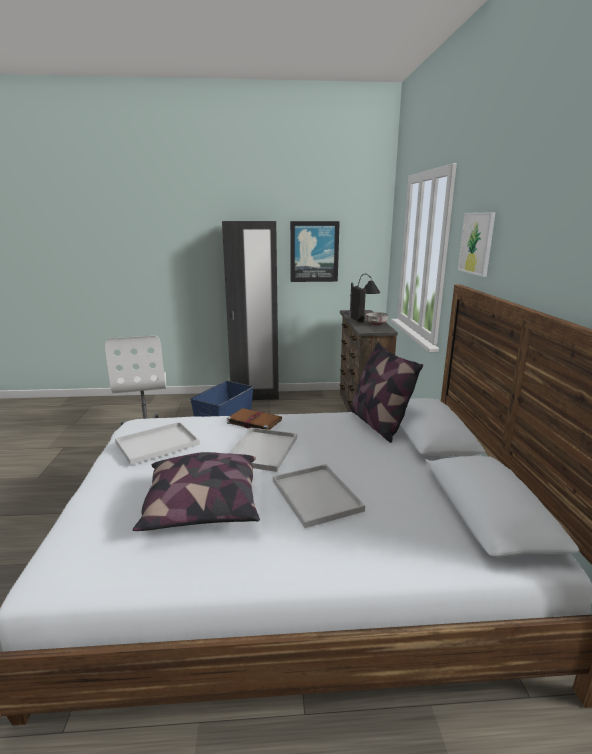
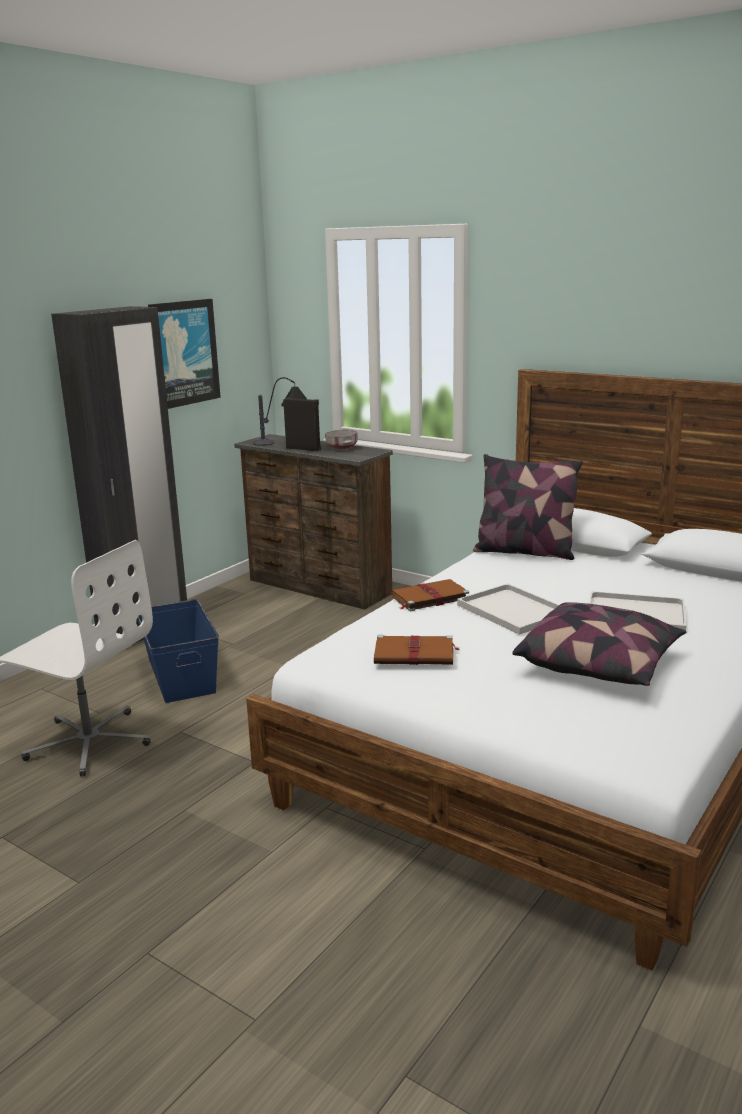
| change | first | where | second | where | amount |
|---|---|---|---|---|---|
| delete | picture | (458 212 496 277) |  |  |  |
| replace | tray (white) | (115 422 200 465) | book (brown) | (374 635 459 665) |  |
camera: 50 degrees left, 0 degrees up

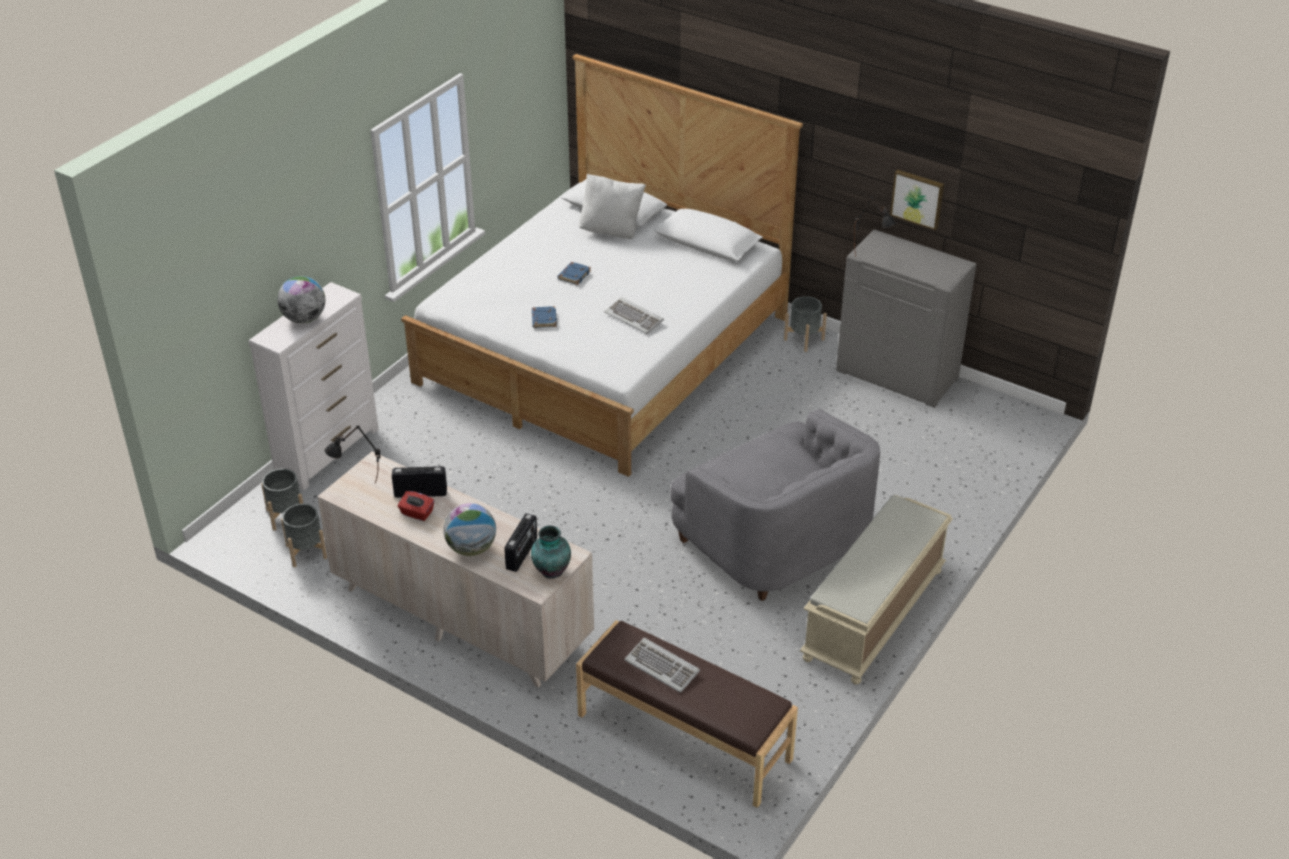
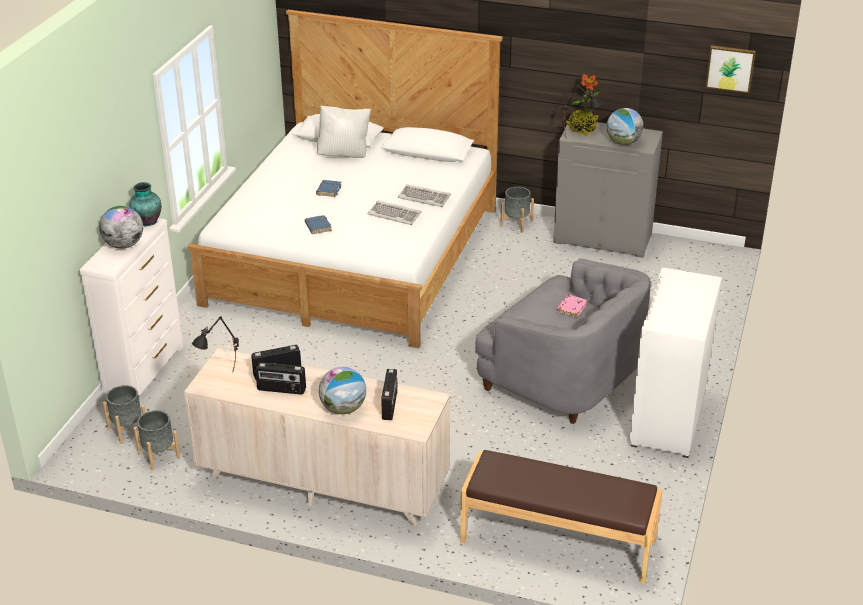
| change | first | where | second | where | amount |
|---|---|---|---|---|---|
| move | picture | (890 170 944 230) |  | (705 45 756 93) |  |
| replace | tissue box (red) | (398 491 434 521) | radio | (255 362 306 395) |  |
| replace | bench (beige) | (800 495 953 685) | cabinet (white) | (629 268 722 458) |  |
| move | vase | (531 525 571 579) |  | (129 182 161 226) |  |
| move | keyboard | (624 638 700 693) |  | (398 184 451 207) |  |
| insert |  |  | potted plant | (566 74 600 135) |  |
| insert |  |  | globe | (606 108 644 145) |  |
| insert |  |  | book (pink) | (556 295 588 317) |  |
camera: 15 degrees left, 5 degrees down

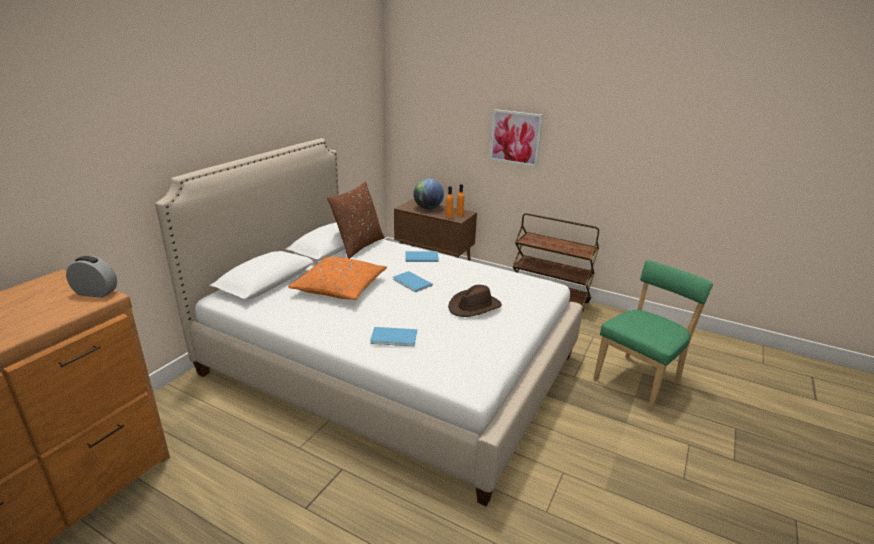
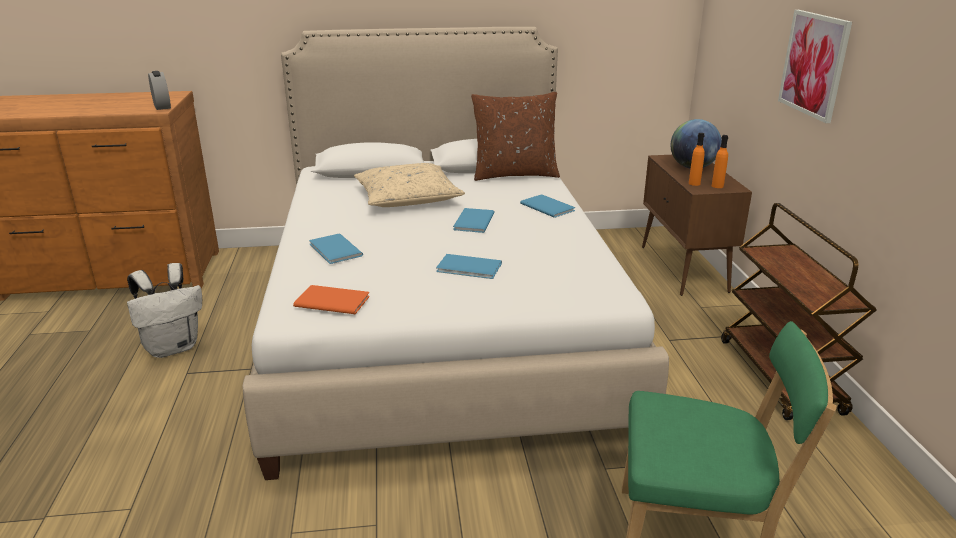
| change | first | where | second | where | amount |
|---|---|---|---|---|---|
| recolor | pillow (orange) | (288 256 387 300) | pillow (beige) | (354 163 465 207) |  |
| replace | hat (brown) | (448 285 502 317) | book (blue) | (436 254 502 279) |  |
| insert |  |  | backpack (white) | (127 263 202 358) |  |
| insert |  |  | book (orange) | (293 285 370 314) |  |
camera: 55 degrees right, 0 degrees up

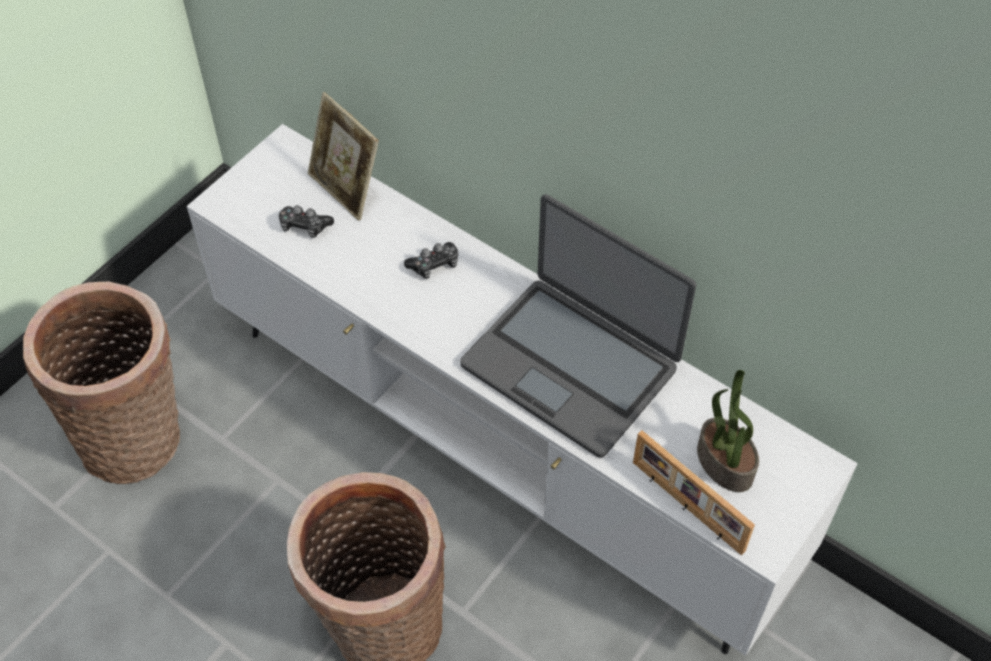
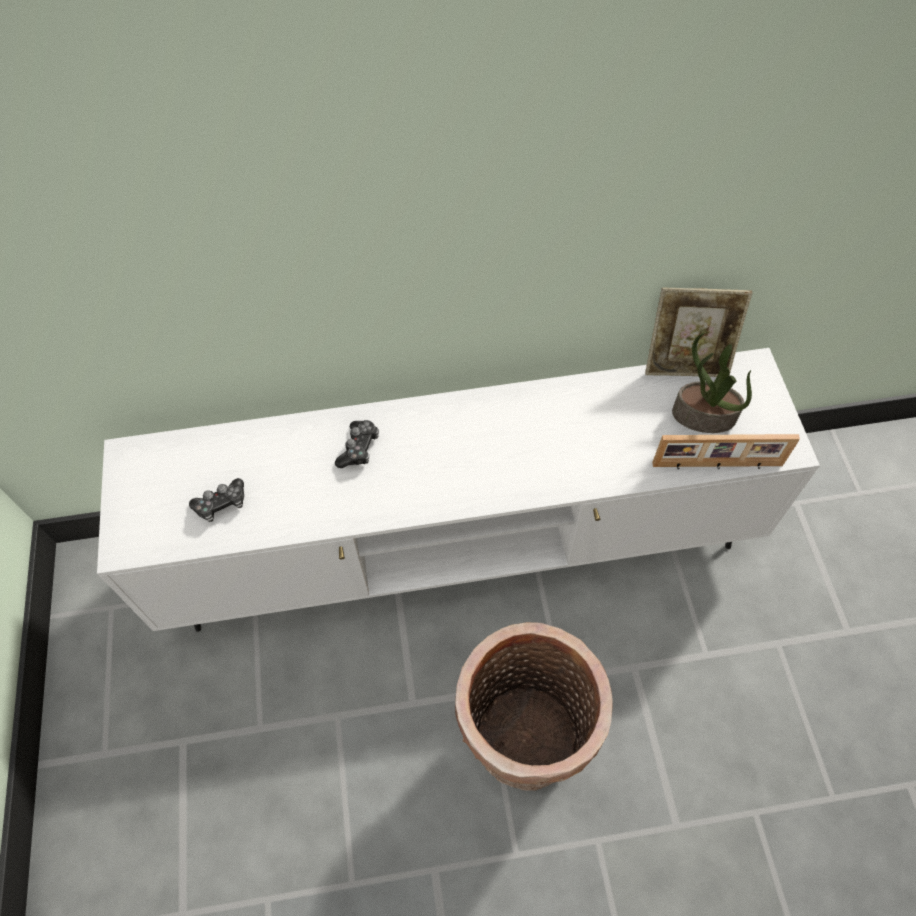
| change | first | where | second | where | amount |
|---|---|---|---|---|---|
| move | picture frame | (308 92 379 221) |  | (645 288 753 377) |  |
| delete | laptop | (460 194 696 458) |  |  |  |
| delete | basket | (23 282 180 484) |  |  |  |
camera: 45 degrees left, 5 degrees up

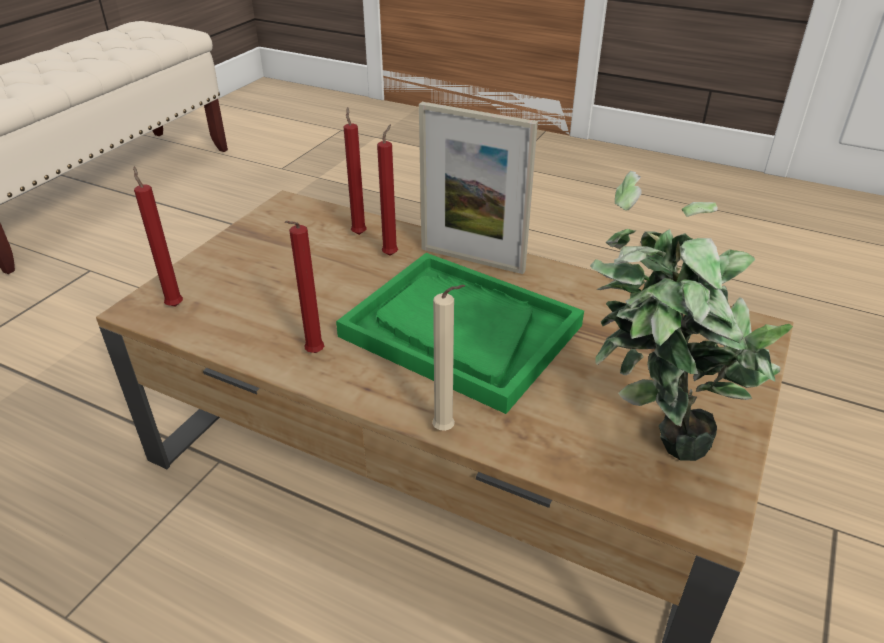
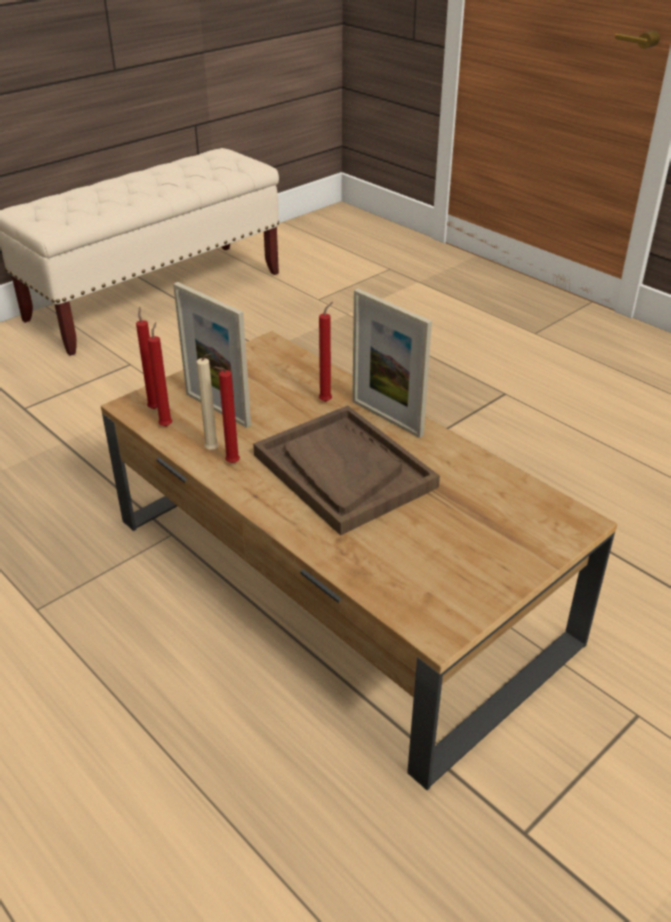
| change | first | where | second | where | amount |
|---|---|---|---|---|---|
| move | candle (red) | (344 107 367 235) |  | (148 322 172 427) |  |
| delete | potted plant | (590 171 793 461) |  |  |  |
| recolor | tray (green) | (336 253 584 414) | tray (brown) | (253 405 440 536) |  |
| move | candle (beige) | (432 285 465 431) |  | (197 354 219 450) |  |
| insert |  |  | picture frame | (173 282 251 428) |  |
camera: 20 degrees right, 0 degrees up

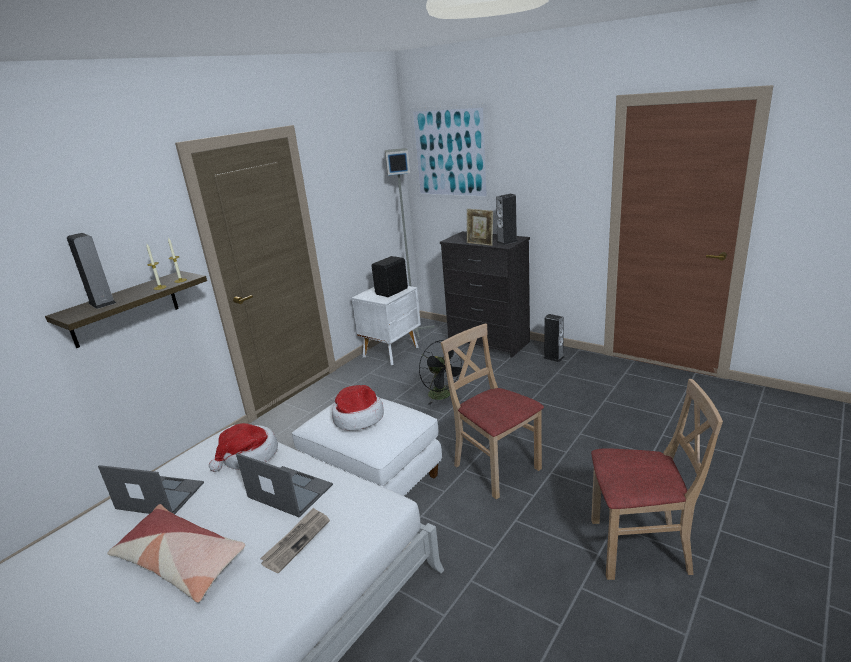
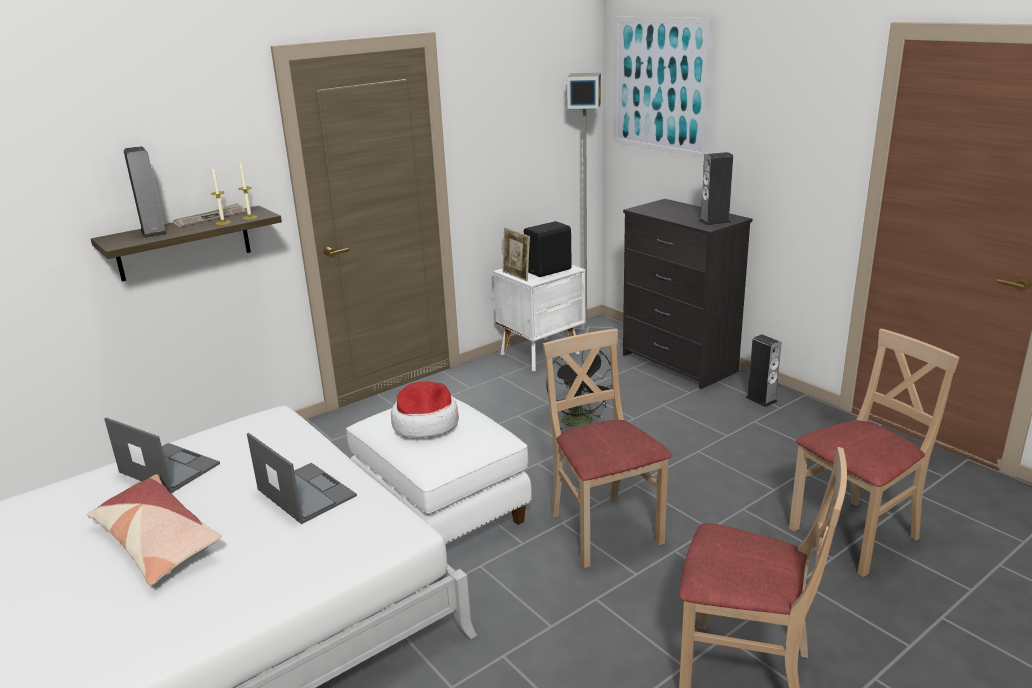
| change | first | where | second | where | amount |
|---|---|---|---|---|---|
| move | picture frame | (467 209 493 246) |  | (502 228 530 281) |  |
| delete | hat | (209 423 278 472) |  |  |  |
| move | newspaper | (260 507 330 573) |  | (173 203 246 227) |  |
| insert |  |  | chair (beige) | (789 329 960 577) |  |
camera: 15 degrees right, 0 degrees up

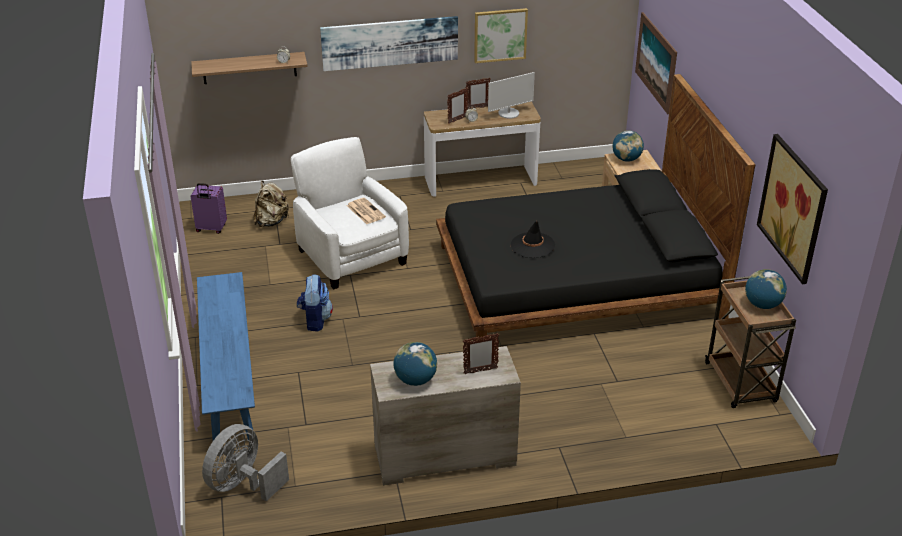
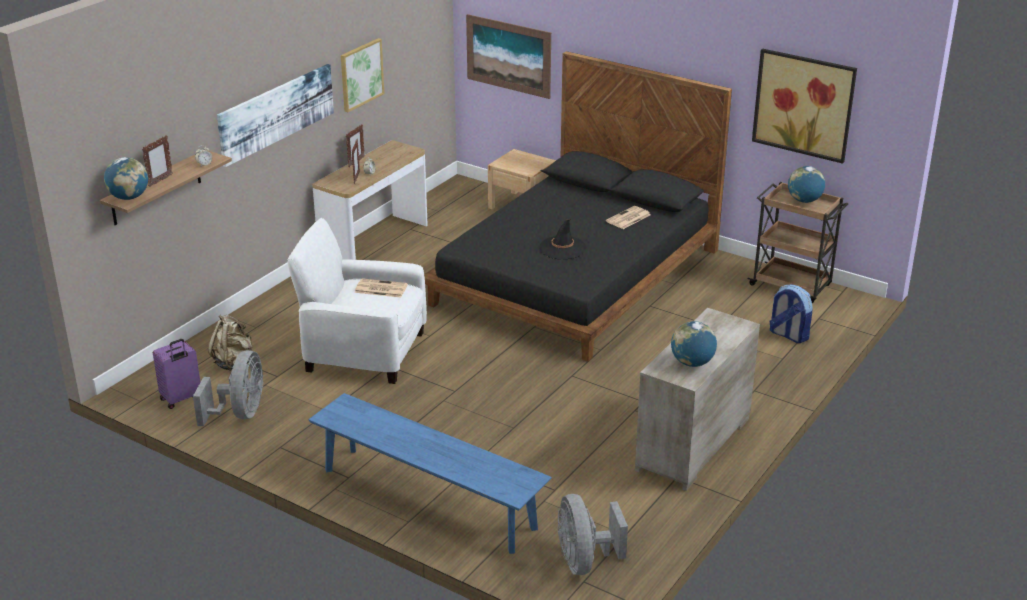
| change | first | where | second | where | amount |
|---|---|---|---|---|---|
| delete | monitor | (488 72 535 119) |  |  |  |
| move | globe | (612 130 644 162) |  | (104 157 148 200) |  |
| move | backpack | (297 275 333 332) |  | (770 284 812 343) |  |
| move | picture frame | (463 333 499 374) |  | (142 135 173 187) |  |
| insert |  |  | newspaper | (606 206 651 229) |  |
| insert |  |  | fan (grey) | (193 350 264 426) |  |
camera: 45 degrees left, 5 degrees down

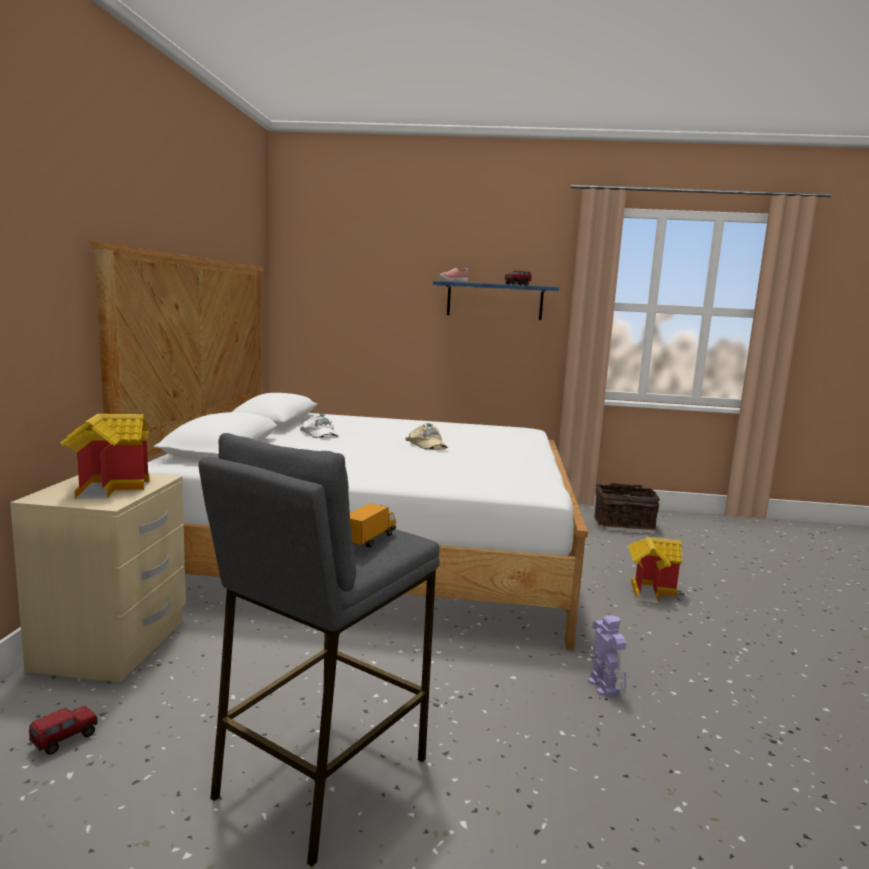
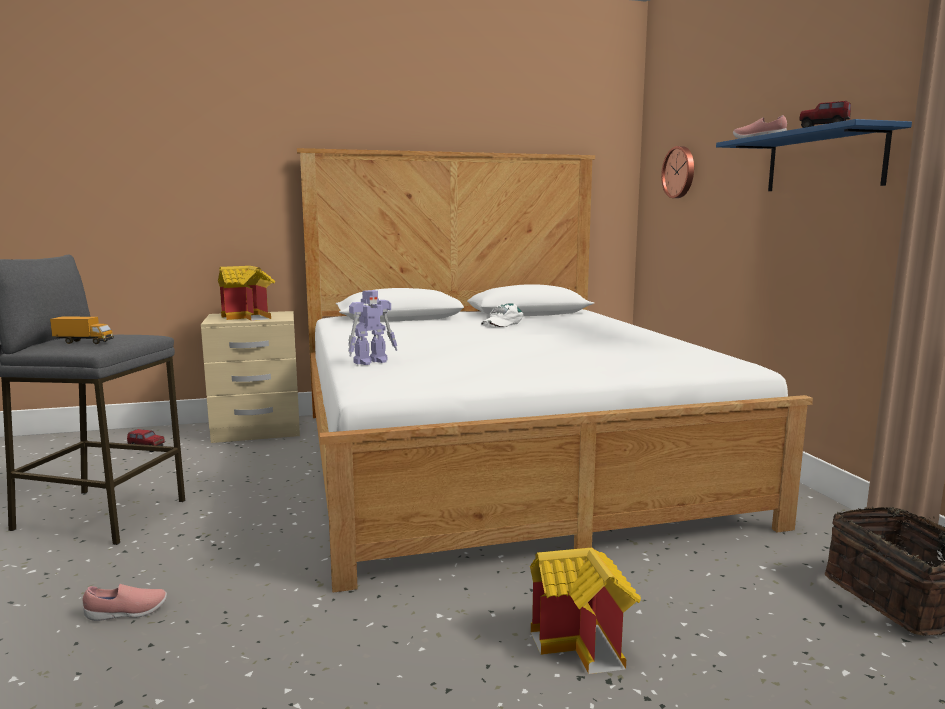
| change | first | where | second | where | amount |
|---|---|---|---|---|---|
| delete | cap (beige) | (405 423 448 450) |  |  |  |
| move | toy robot | (588 615 627 697) |  | (348 290 397 365) |  |
| insert |  |  | wall clock | (661 146 694 198) |  |
| insert |  |  | shoe (pink) | (83 584 167 621) |  |
camera: 70 degrees right, 0 degrees up

